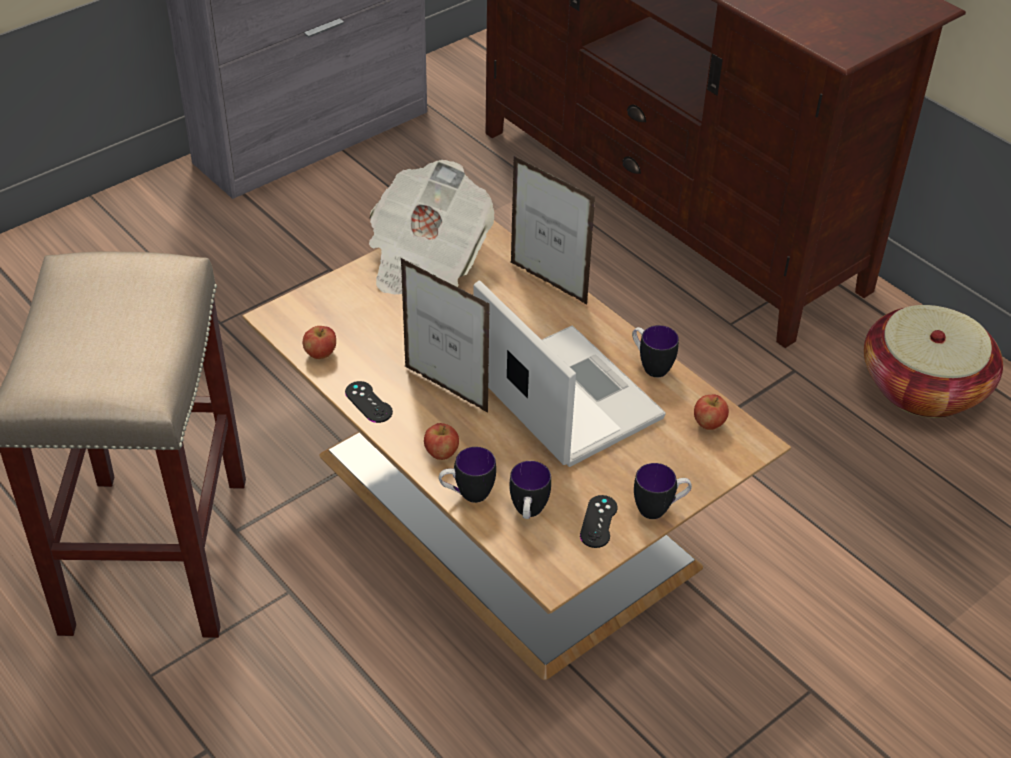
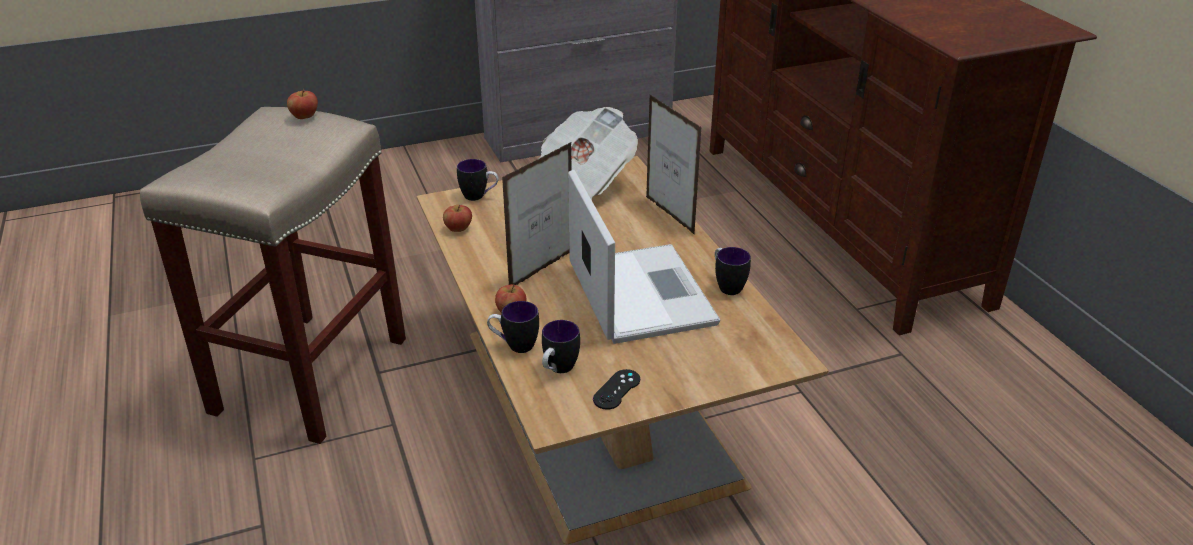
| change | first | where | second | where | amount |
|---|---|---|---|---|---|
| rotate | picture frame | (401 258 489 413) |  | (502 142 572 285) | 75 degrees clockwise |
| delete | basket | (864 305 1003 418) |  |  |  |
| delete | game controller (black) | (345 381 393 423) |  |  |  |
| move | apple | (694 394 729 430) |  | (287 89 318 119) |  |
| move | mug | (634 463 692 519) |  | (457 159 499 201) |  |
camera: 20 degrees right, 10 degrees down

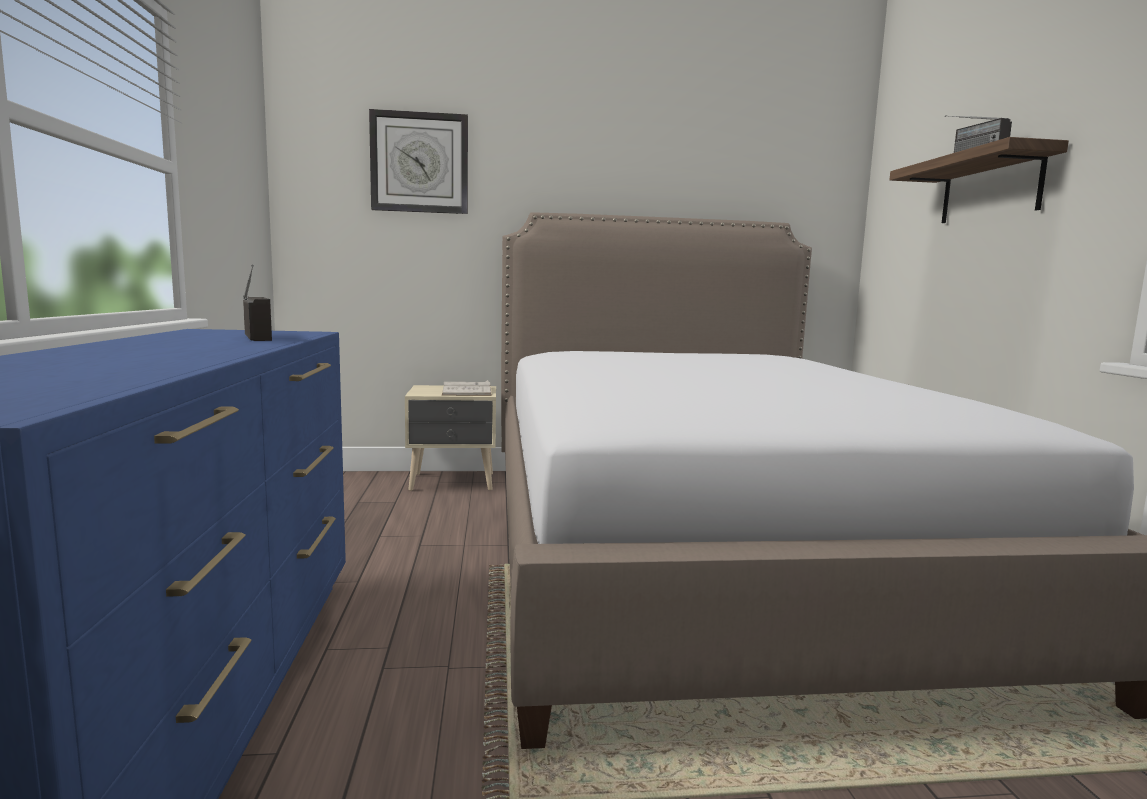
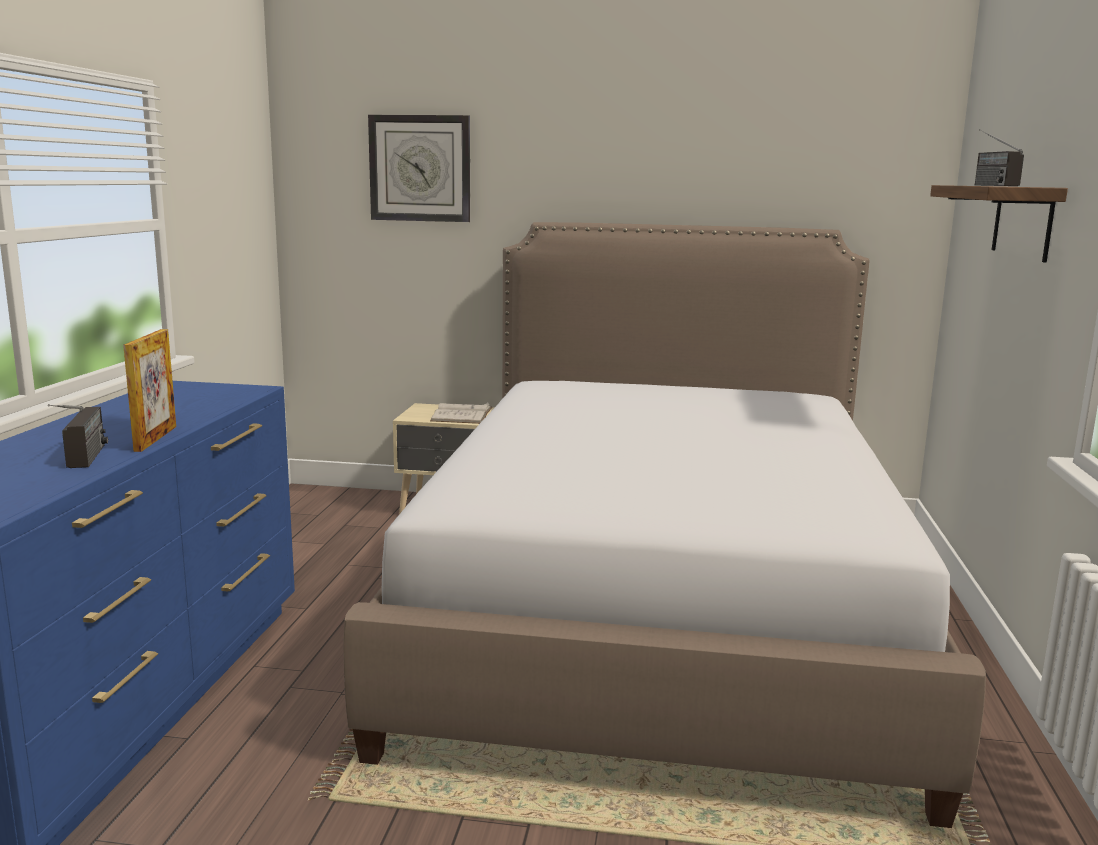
| change | first | where | second | where | amount |
|---|---|---|---|---|---|
| move | radio | (243 265 272 341) |  | (48 404 108 468) |  |
| insert |  |  | picture frame | (123 329 176 452) |  |
camera: 15 degrees right, 5 degrees up

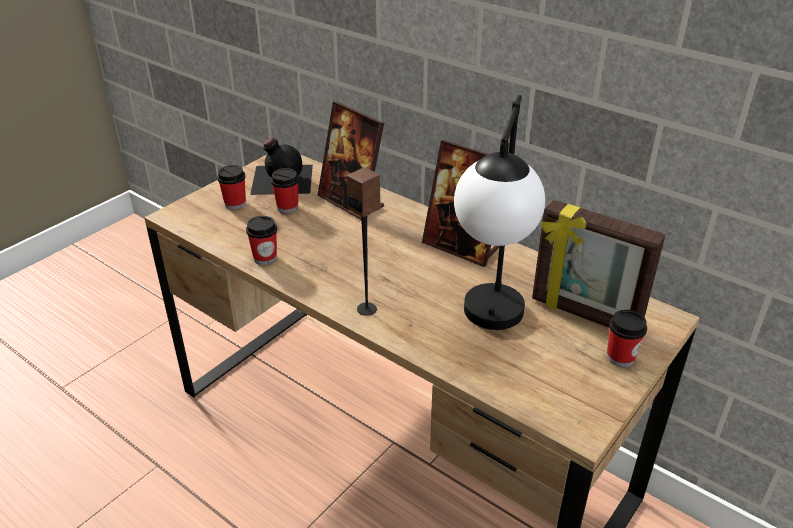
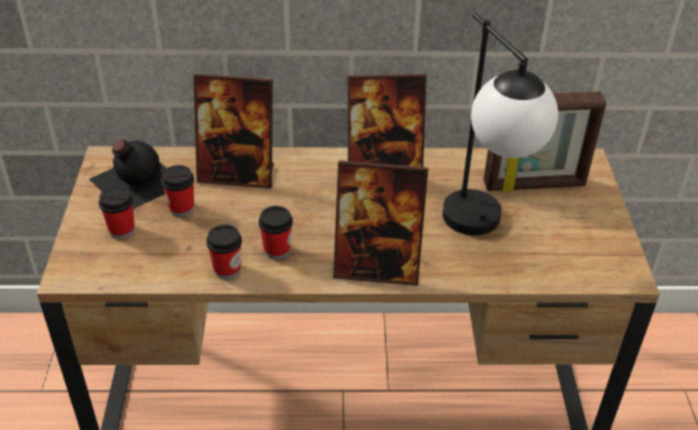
| change | first | where | second | where | amount |
|---|---|---|---|---|---|
| replace | speaker | (347 167 381 316) | picture frame | (333 160 428 286) |  |
| move | cup | (607 310 647 367) |  | (258 206 293 260) |  |
camera: 40 degrees left, 5 degrees up

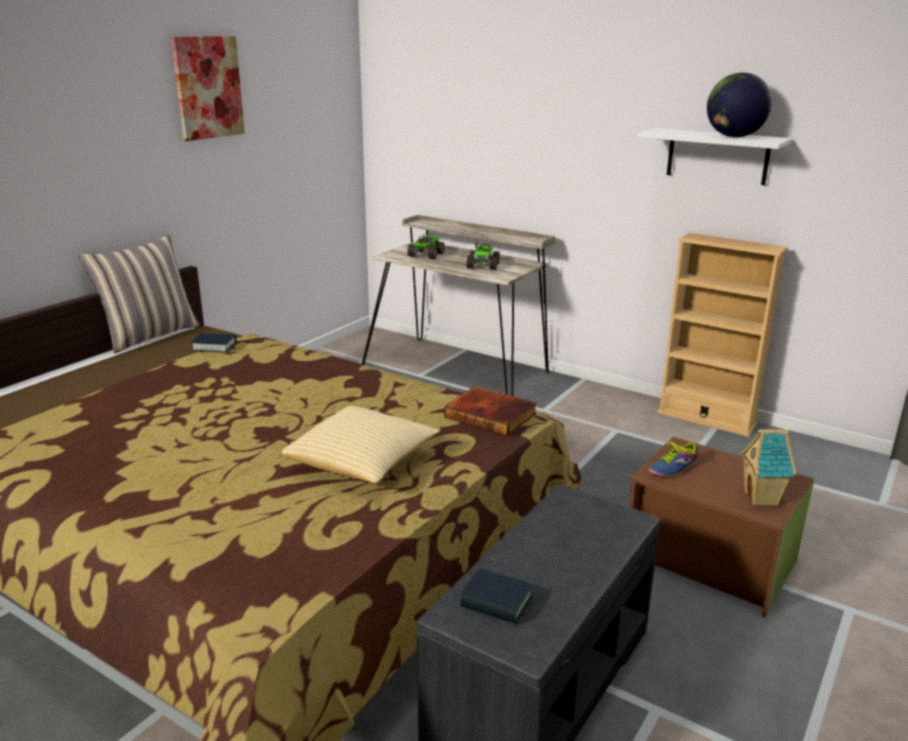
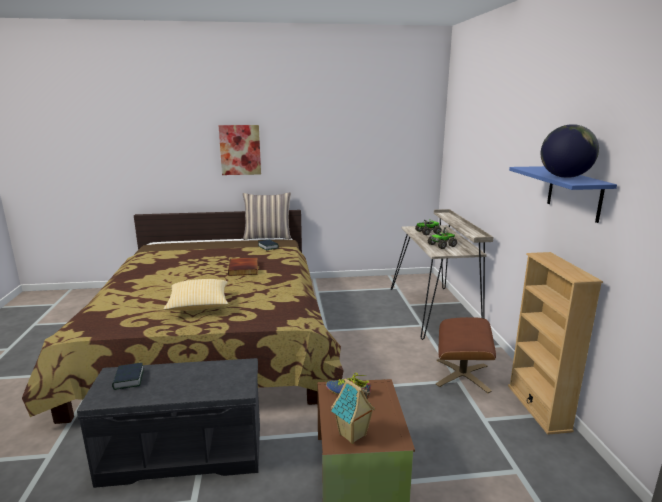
| change | first | where | second | where | amount |
|---|---|---|---|---|---|
| move | picture | (171 36 245 141) |  | (219 125 261 175) |  |
| recolor | shelf (white) | (638 128 792 185) | shelf (blue) | (509 166 617 223) |  |
| move | book | (444 386 537 436) |  | (228 258 258 276) |  |
| insert |  |  | ottoman (brown) | (436 317 496 393) |  |
camera: 50 degrees right, 5 degrees down

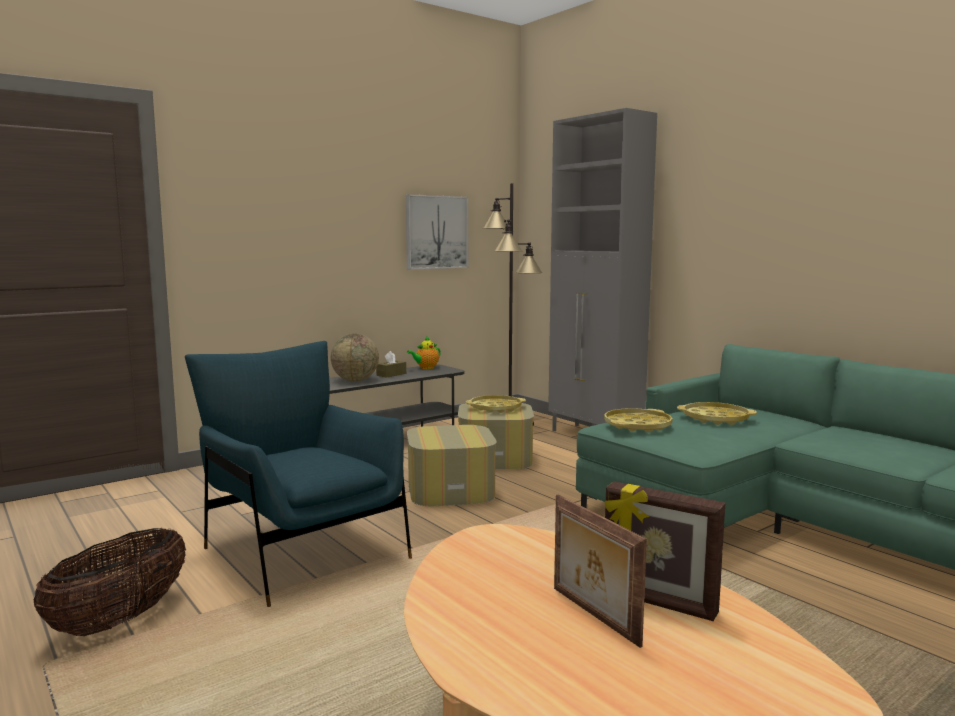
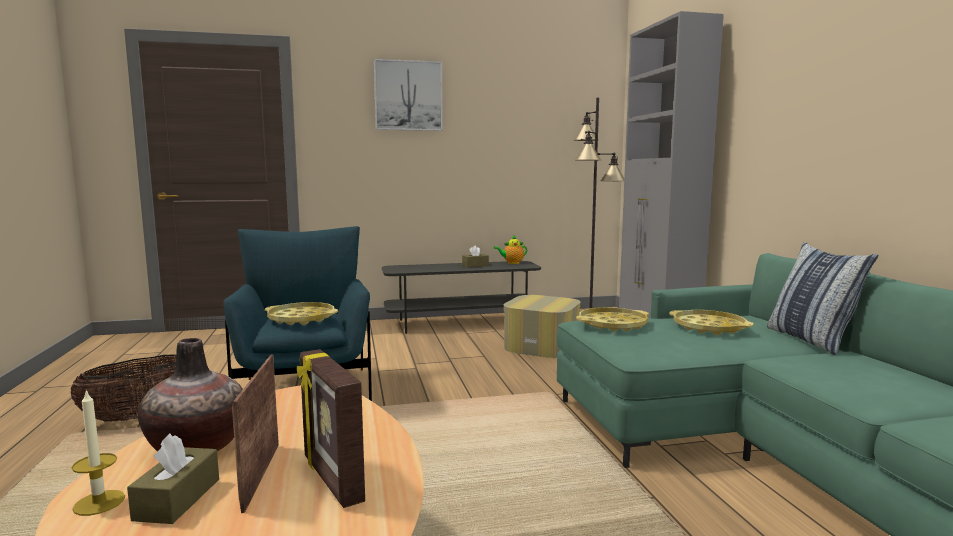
| change | first | where | second | where | amount |
|---|---|---|---|---|---|
| move | picture | (406 194 468 270) |  | (374 59 443 131) |  |
| delete | globe | (331 333 379 381) |  |  |  |
| move | tray (yellow) | (466 395 526 413) |  | (265 302 338 325) |  |
| delete | ottoman | (407 425 496 506) |  |  |  |
| insert |  |  | pillow | (767 242 879 355) |  |
| insert |  |  | vase | (138 338 243 452) |  |
| insert |  |  | candle | (72 390 125 516) |  |
| insert |  |  | tissue box (brown) | (127 434 219 524) |  |
camera: 25 degrees right, 0 degrees up

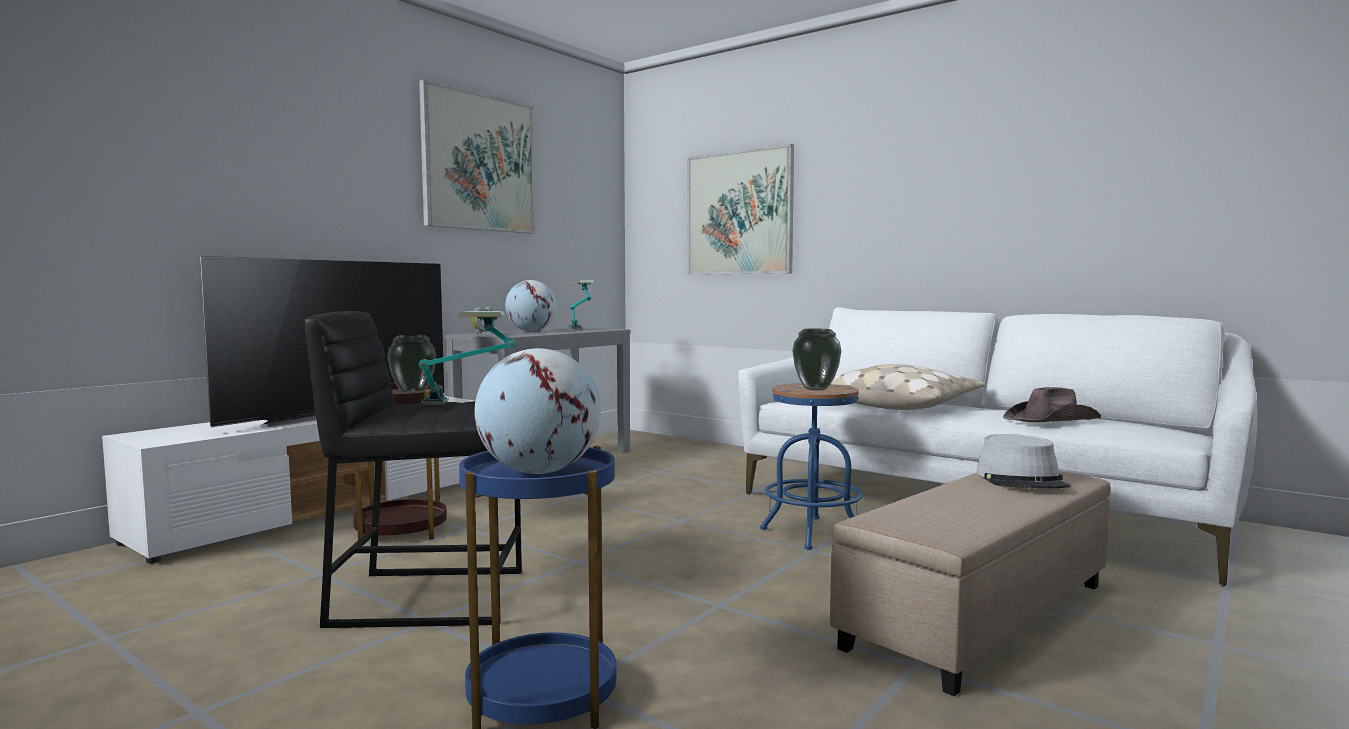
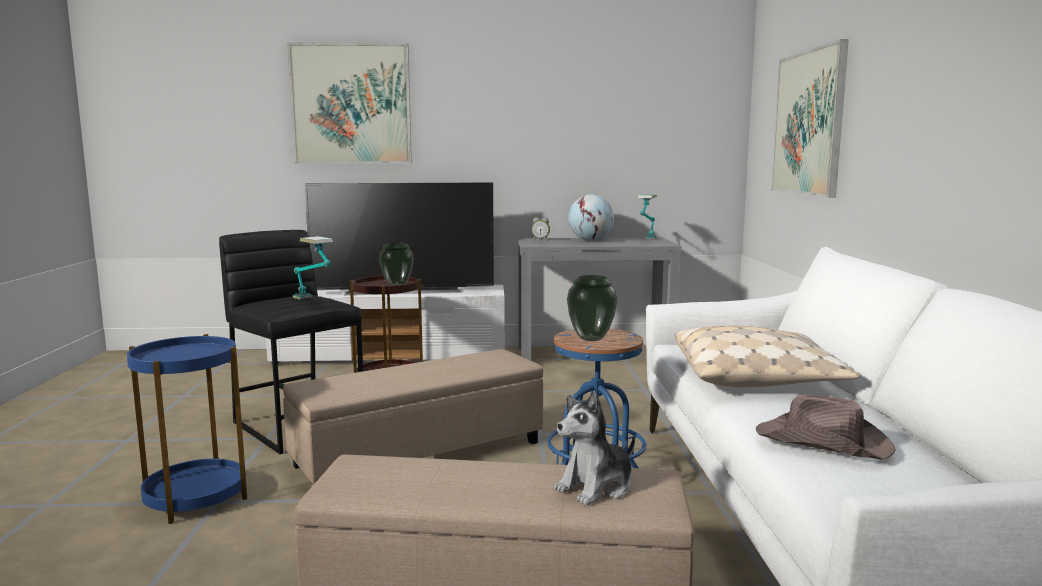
| change | first | where | second | where | amount |
|---|---|---|---|---|---|
| move | picture | (419 79 535 234) |  | (287 42 412 164) |  |
| delete | globe | (474 348 601 474) |  |  |  |
| replace | hat (grey) | (976 434 1071 488) | plush toy | (554 391 635 506) |  |
| insert |  |  | ottoman (beige) | (283 349 543 484) |  |
camera: 50 degrees right, 5 degrees up

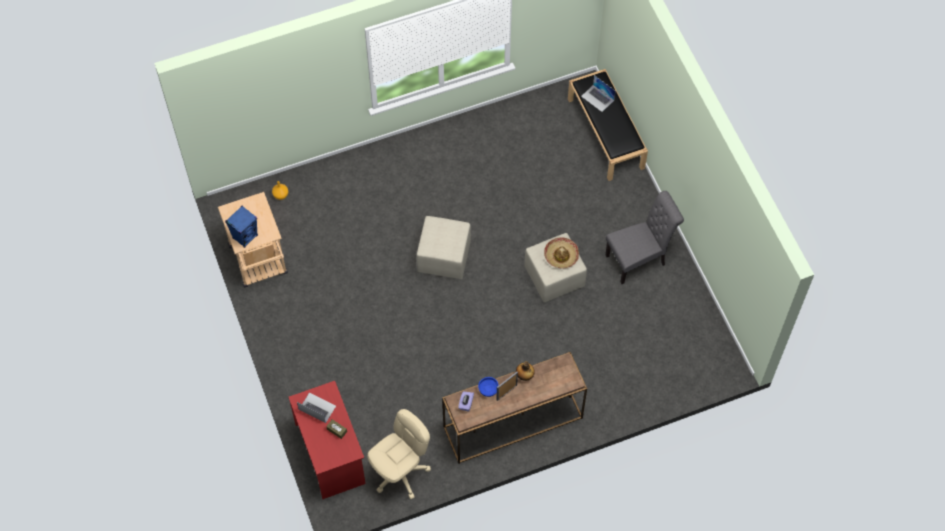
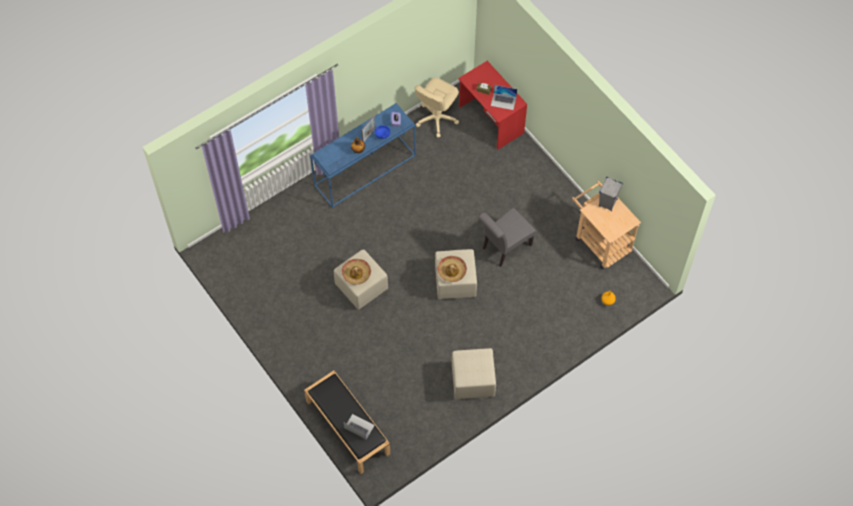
| change | first | where | second | where | amount |
|---|---|---|---|---|---|
| move | chair (grey) | (605 191 684 284) |  | (478 208 536 267) |  |
| recolor | speaker (blue) | (225 206 258 248) | speaker (grey) | (599 177 623 211) |  |
| recolor | console table (brown) | (442 352 587 464) | console table (blue) | (310 103 416 208) |  |
| insert |  |  | hat | (438 256 467 282) |  |
| insert |  |  | ottoman (beige) | (452 348 496 399) |  |
camera: 165 degrees right, 0 degrees up

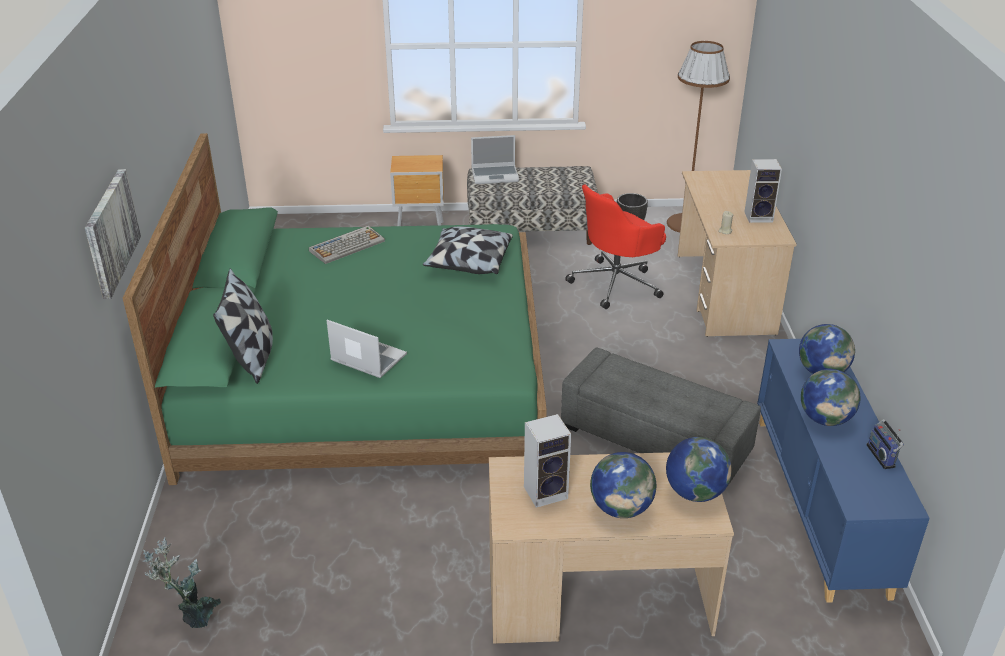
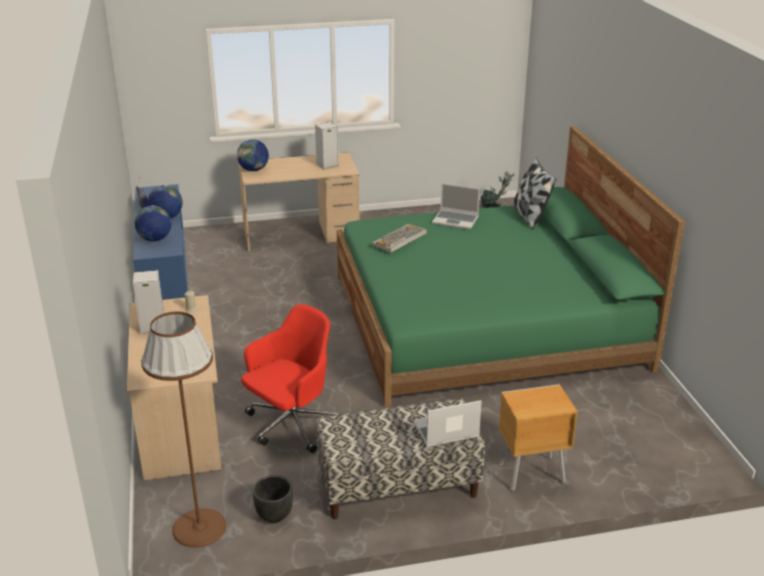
| change | first | where | second | where | amount |
|---|---|---|---|---|---|
| delete | picture | (85 169 141 299) |  |  |  |
| move | keyboard | (309 226 385 264) |  | (371 224 427 253) |  |
| delete | pillow | (423 226 513 274) |  |  |  |
| delete | ottoman (grey) | (561 347 761 485) |  |  |  |
| delete | globe | (590 452 656 518) |  |  |  |
camera: 170 degrees right, 5 degrees down

